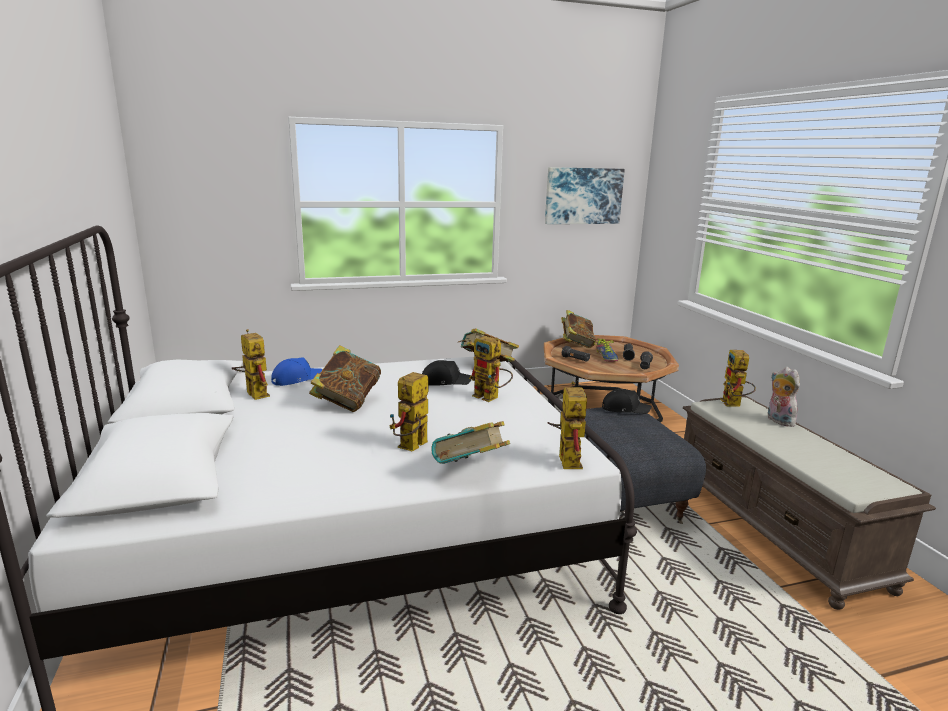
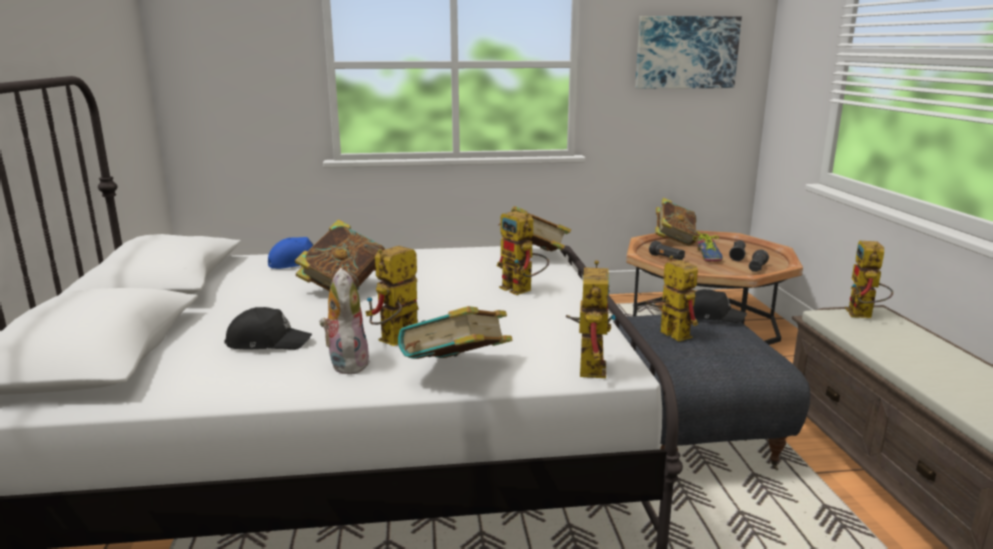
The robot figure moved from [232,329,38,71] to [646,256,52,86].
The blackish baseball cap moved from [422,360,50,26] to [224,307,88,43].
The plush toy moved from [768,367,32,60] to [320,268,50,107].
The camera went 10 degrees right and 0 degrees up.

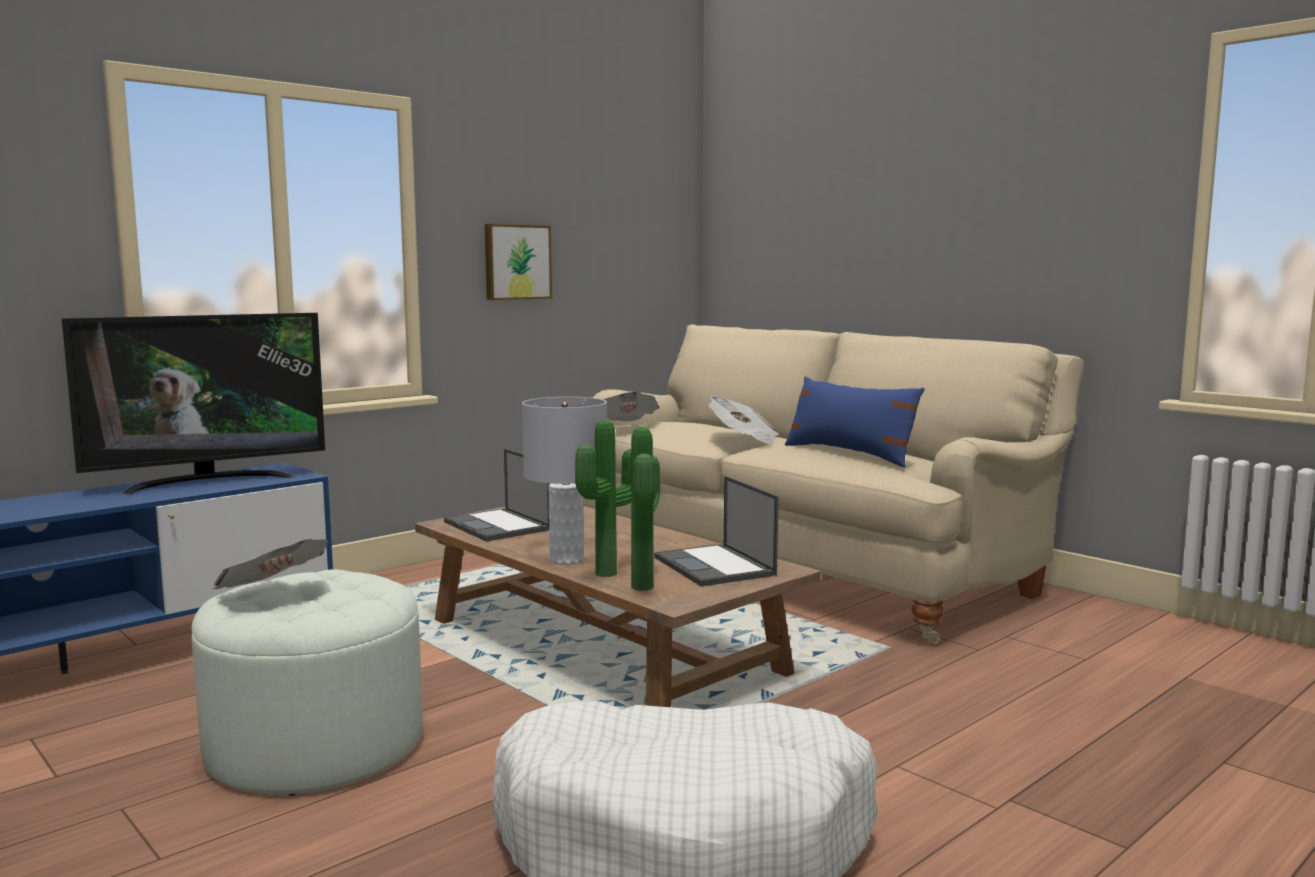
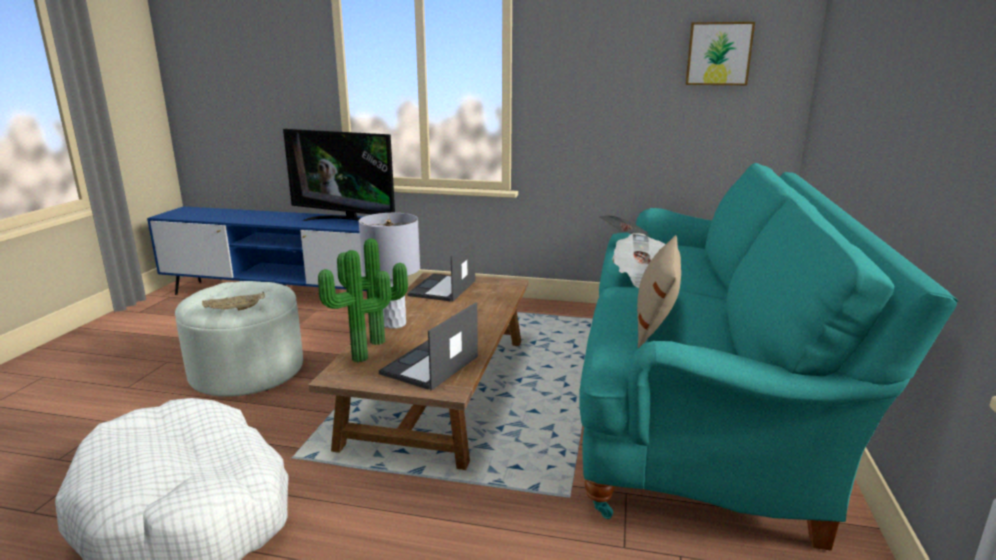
The printed paper at [213,539,115,50] disappeared.
The sand-coloured tray at [202,292,63,18] appeared.
The wall picture moved from [485,224,67,76] to [685,22,70,63].
The sand-coloured settee at [583,324,501,320] became the turquoise settee at [579,163,379,387].
The bluish pillow at [785,376,140,91] became the sand-coloured pillow at [637,235,44,113].
The camera went 55 degrees right and 10 degrees up.

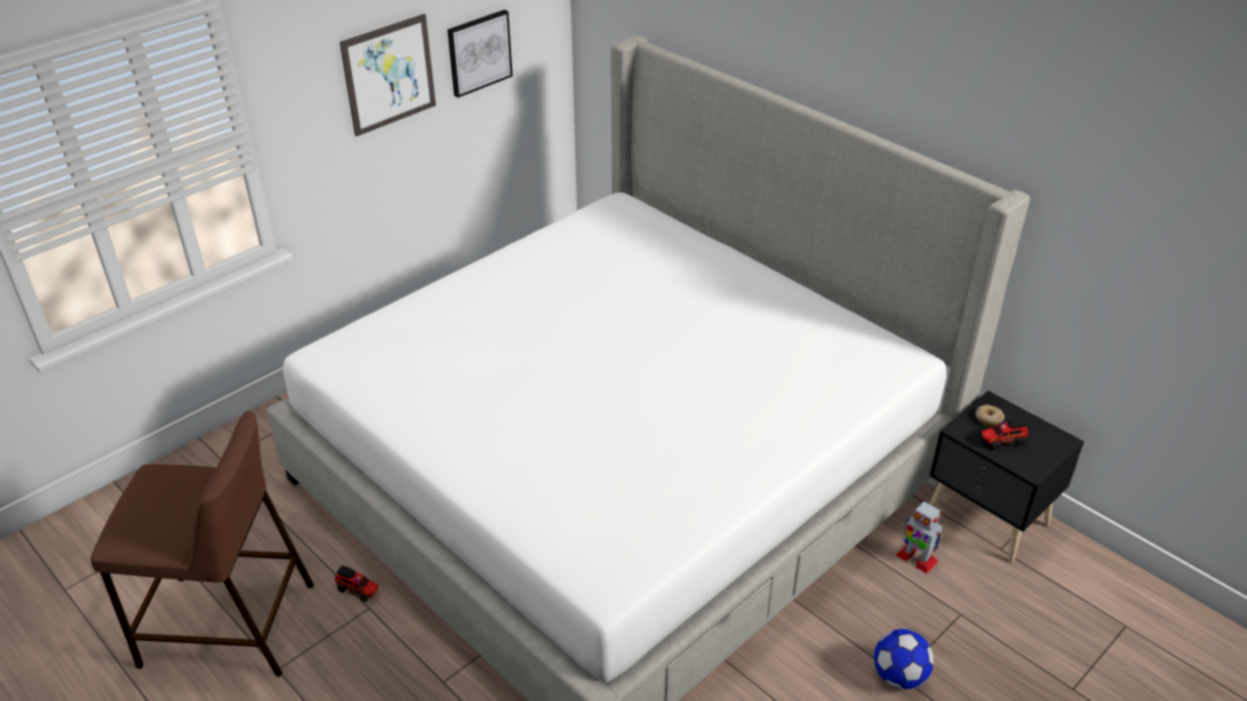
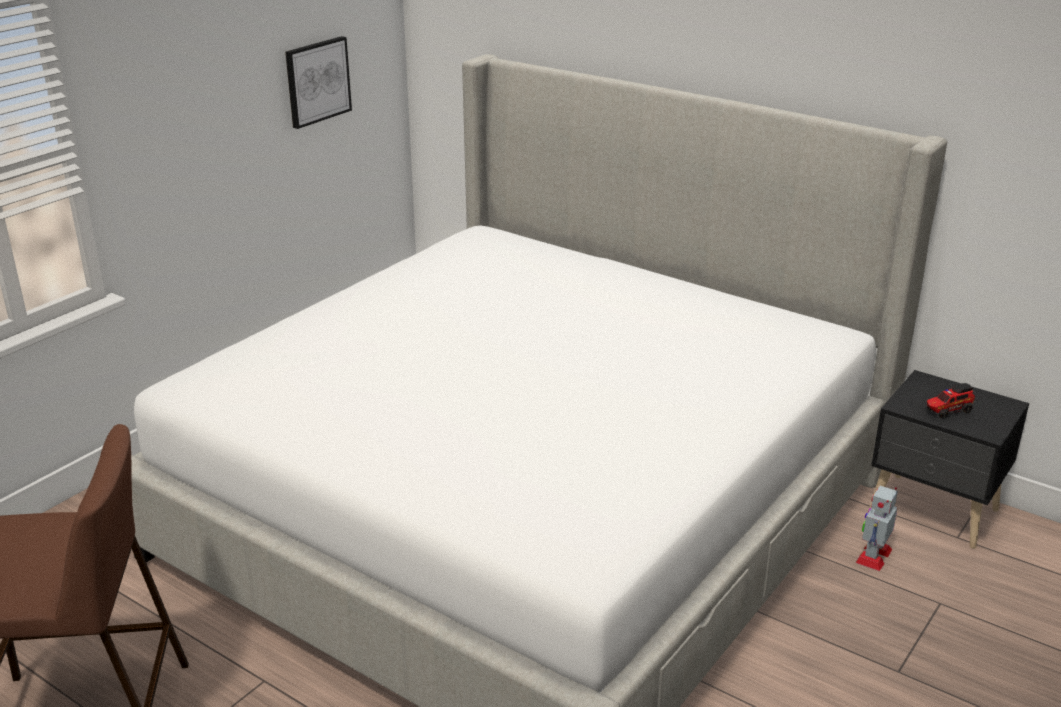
The toy lorry at [335,566,44,36] disappeared.
The wall picture at [340,14,96,123] disappeared.
The football at [874,629,60,60] disappeared.
The donut at [975,405,30,23] disappeared.
The robot figure at [896,500,47,74] turned 90 degrees clockwise.
The camera went 10 degrees left and 10 degrees down.

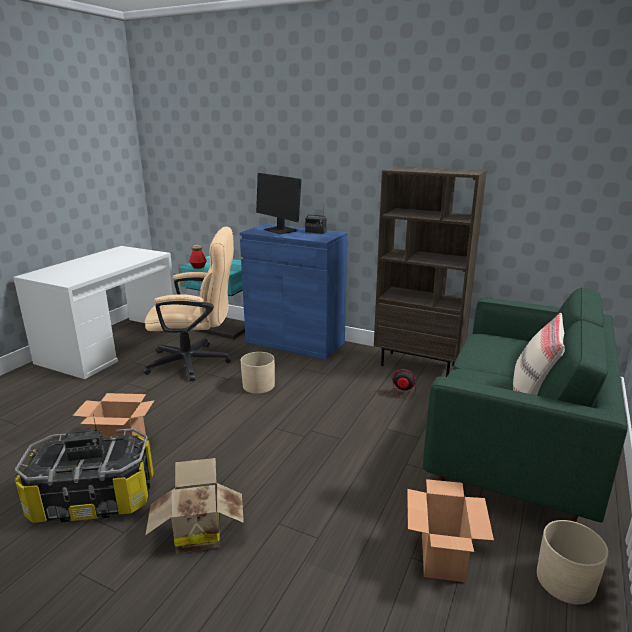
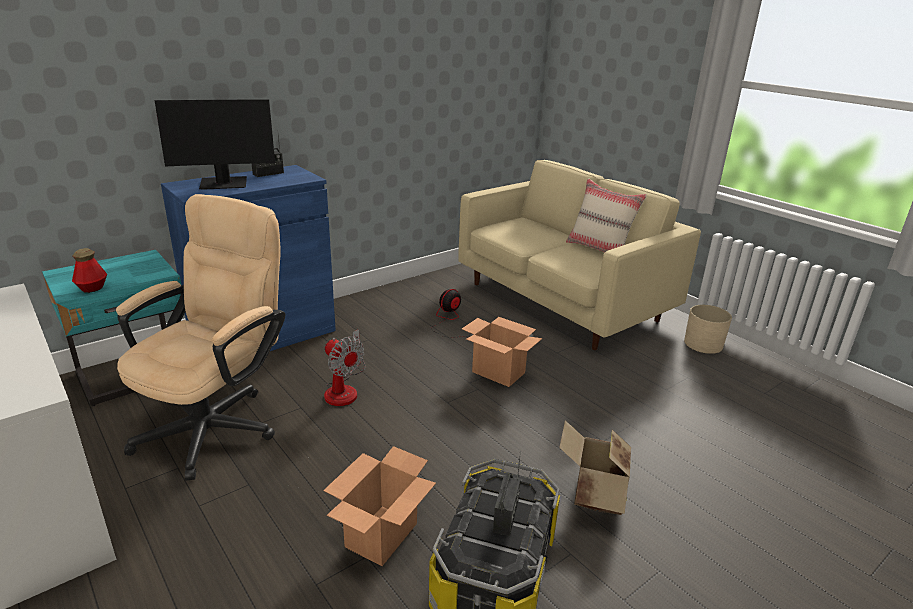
The brown-coloured bookcase at [374,166,113,211] disappeared.
The cardboard box moved from [407,479,87,103] to [462,317,80,70].
The sand-coloured flower pot at [241,352,34,42] was replaced by the cooling fan at [324,329,42,77].
The greenish settee at [423,287,205,236] became the sand-coloured settee at [458,160,243,190].
The camera went 65 degrees left and 5 degrees up.

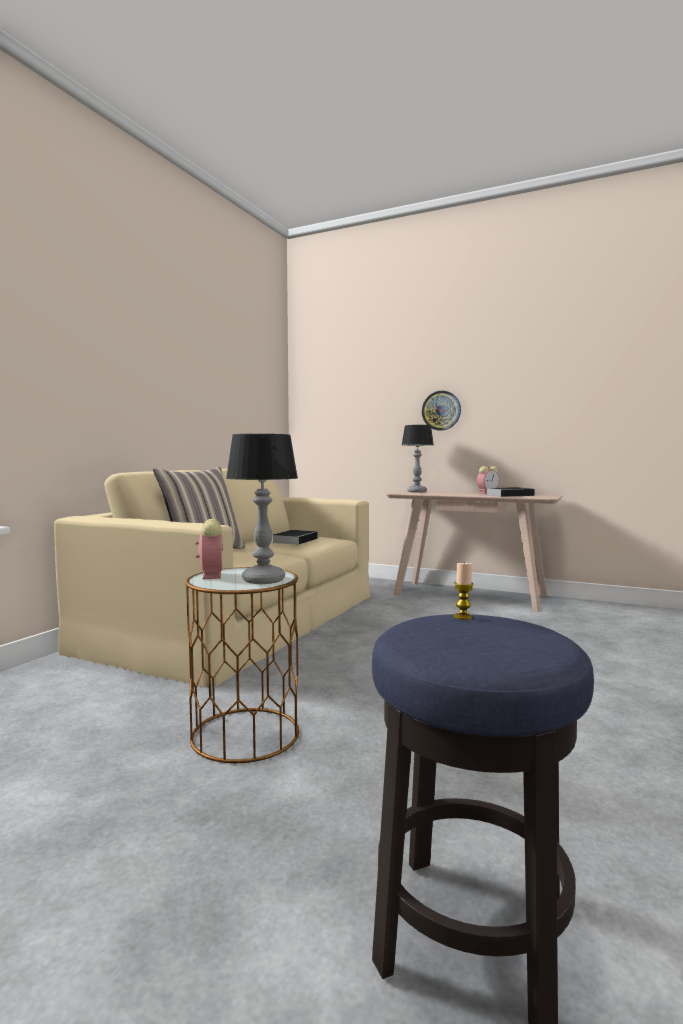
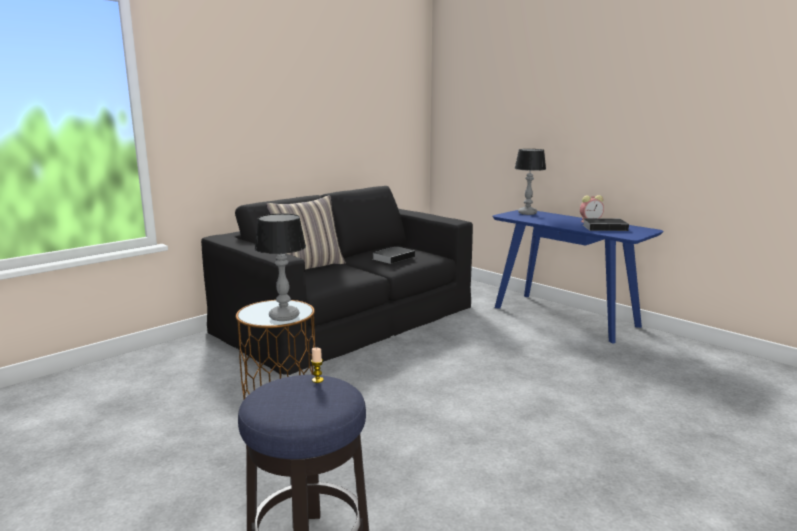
The bedside clock at [195,519,28,60] disappeared.
The clock on the wall at [422,391,39,40] disappeared.
The sand-coloured settee at [54,469,316,219] became the blackish settee at [201,186,272,189].
The sand-coloured hall table at [386,491,177,121] became the bluish hall table at [492,210,171,133].
The camera went 20 degrees right and 10 degrees up.

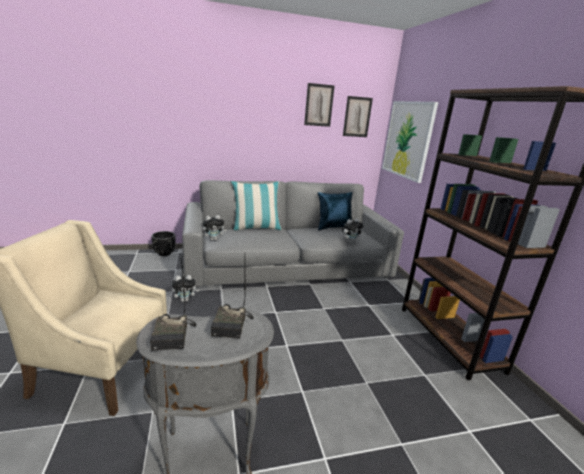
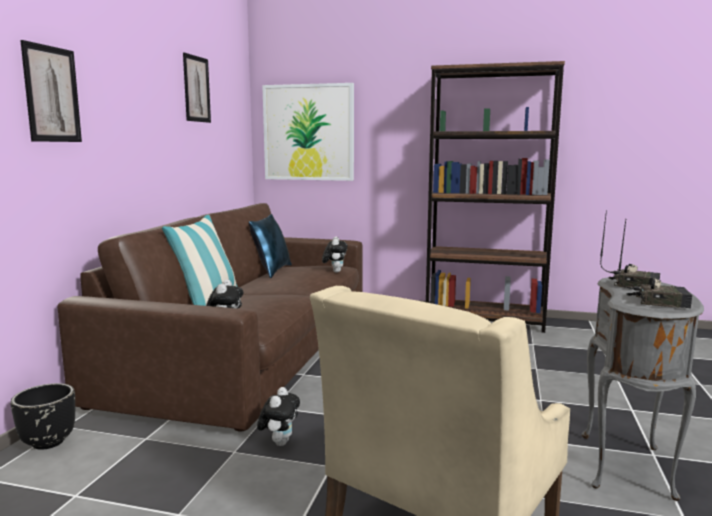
The wall picture moved from [343,96,30,41] to [20,40,62,102].
The greyish settee at [182,180,222,108] became the brown-coloured settee at [58,203,305,228].
The camera went 60 degrees left and 10 degrees down.

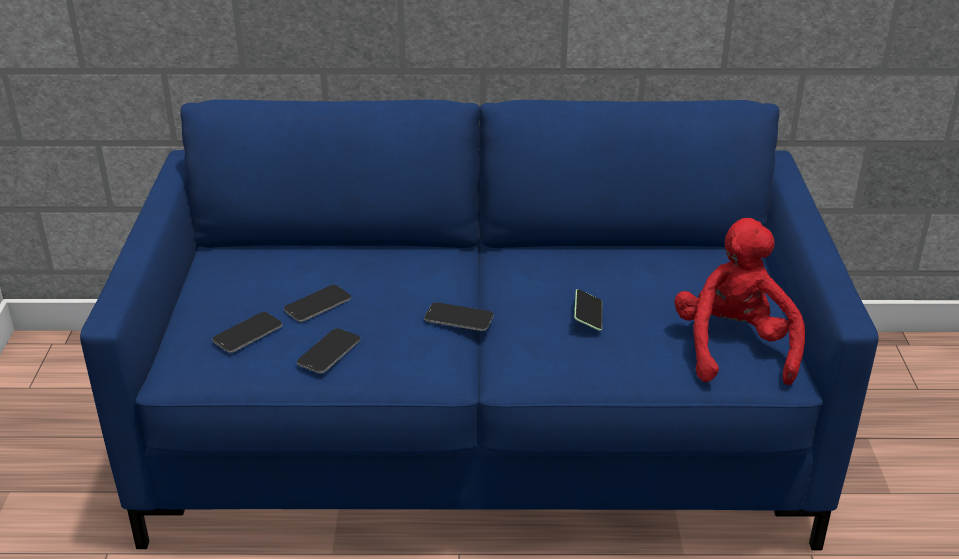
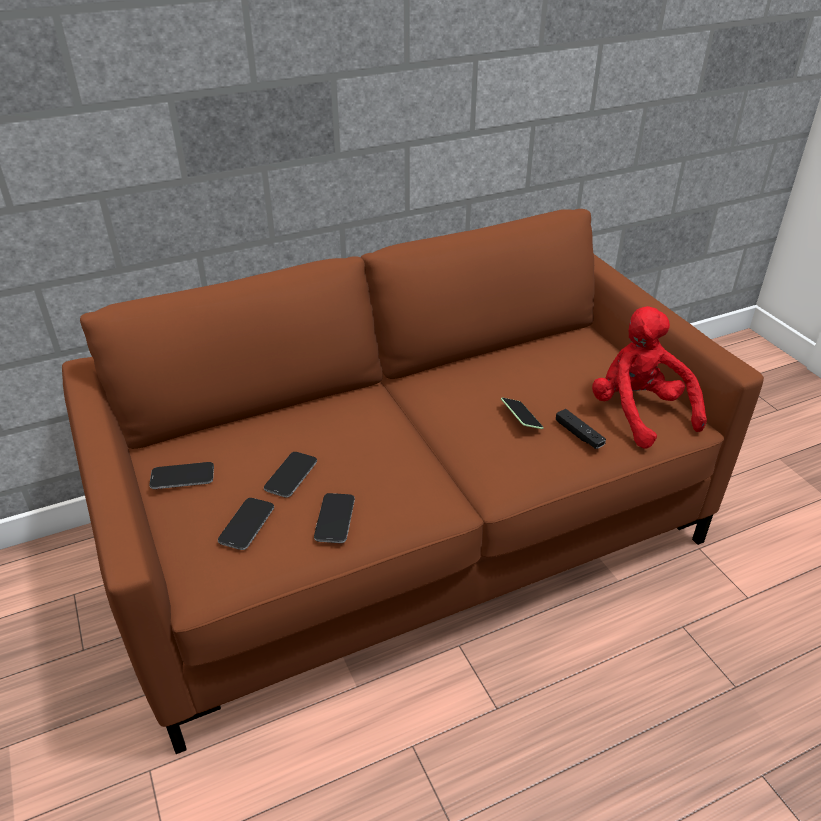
The blackish joypad at [556,409,50,40] appeared.
The handset moved from [424,302,70,29] to [149,462,65,27].
The bluish settee at [80,99,799,451] became the brown-coloured settee at [62,209,702,545].
The camera went 25 degrees left and 5 degrees up.

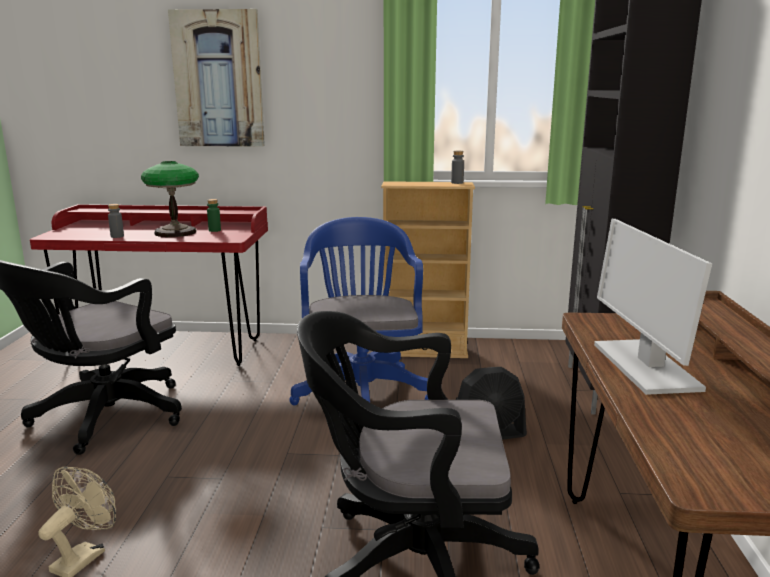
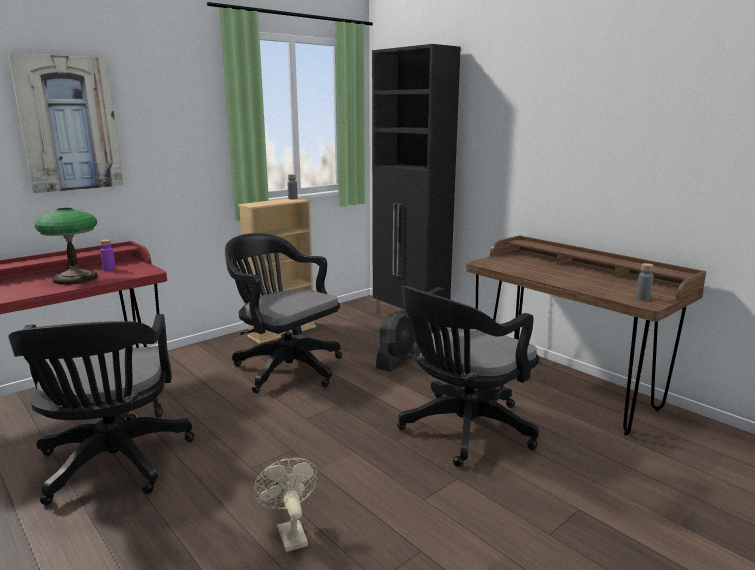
The computer display at [594,219,118,176] disappeared.
The greyish bottle moved from [108,204,16,34] to [635,263,19,38].
The greenish bottle at [207,199,14,33] became the purple bottle at [100,239,16,32].
The bluish desk chair at [289,217,140,188] became the blackish desk chair at [225,233,117,160].
The camera went 45 degrees left and 0 degrees up.

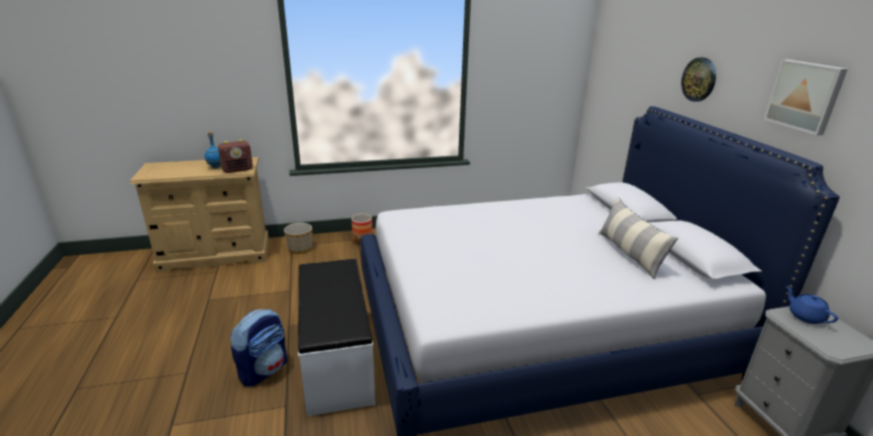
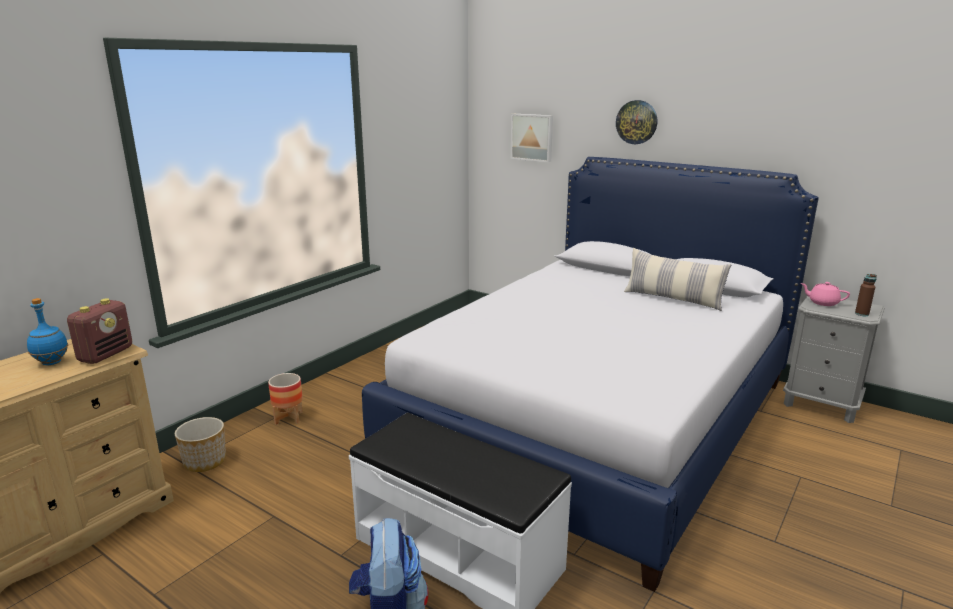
The brown-coloured bottle at [855,274,22,42] appeared.
The wall picture moved from [763,60,85,75] to [511,114,42,48].
The bluish tea pot at [786,286,52,38] became the pinkish tea pot at [801,282,49,24].
The camera went 40 degrees left and 5 degrees down.

